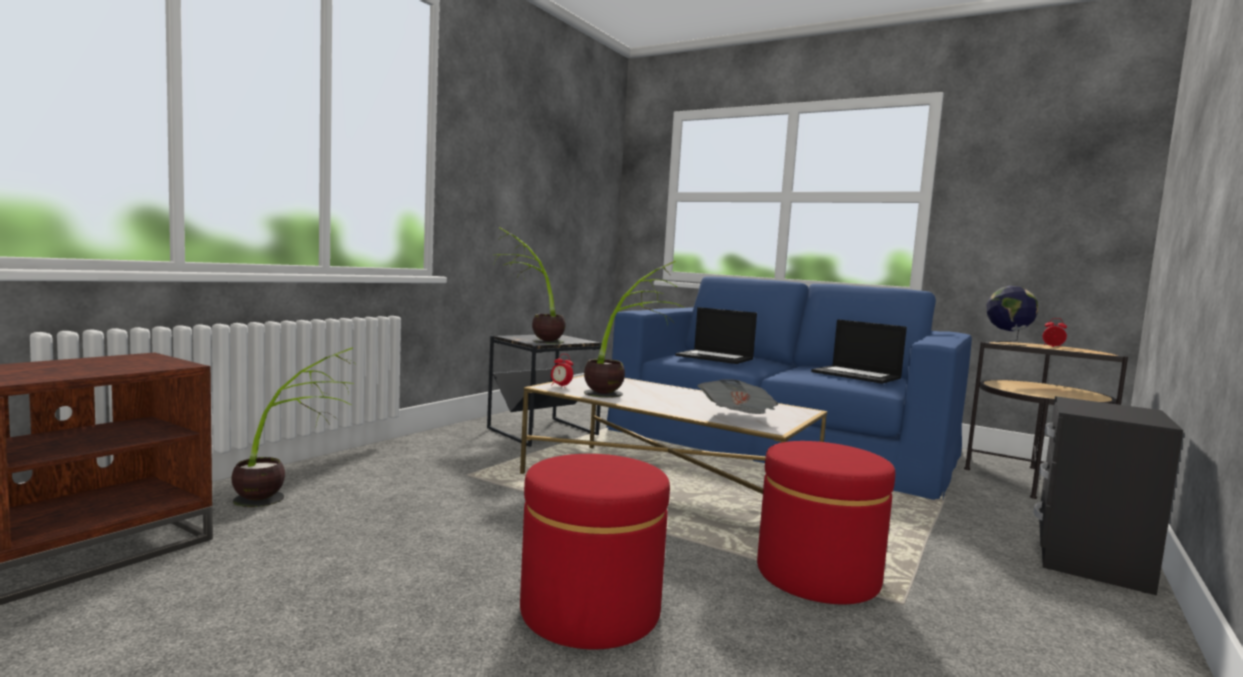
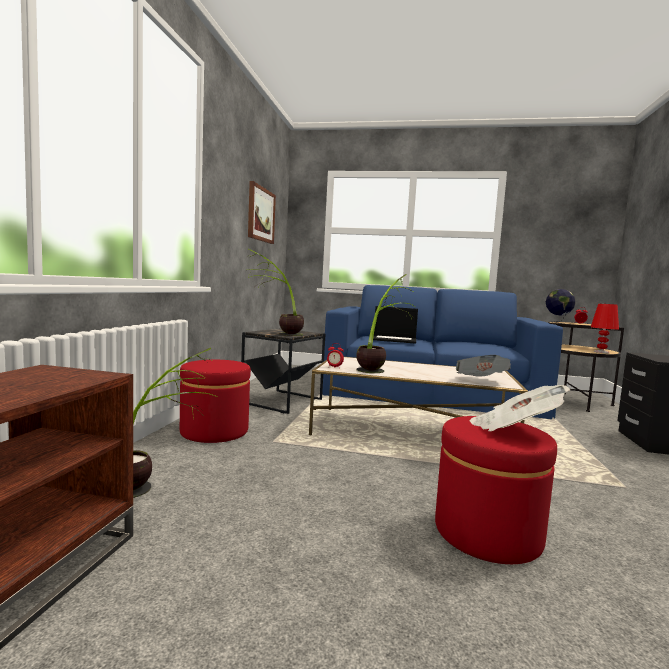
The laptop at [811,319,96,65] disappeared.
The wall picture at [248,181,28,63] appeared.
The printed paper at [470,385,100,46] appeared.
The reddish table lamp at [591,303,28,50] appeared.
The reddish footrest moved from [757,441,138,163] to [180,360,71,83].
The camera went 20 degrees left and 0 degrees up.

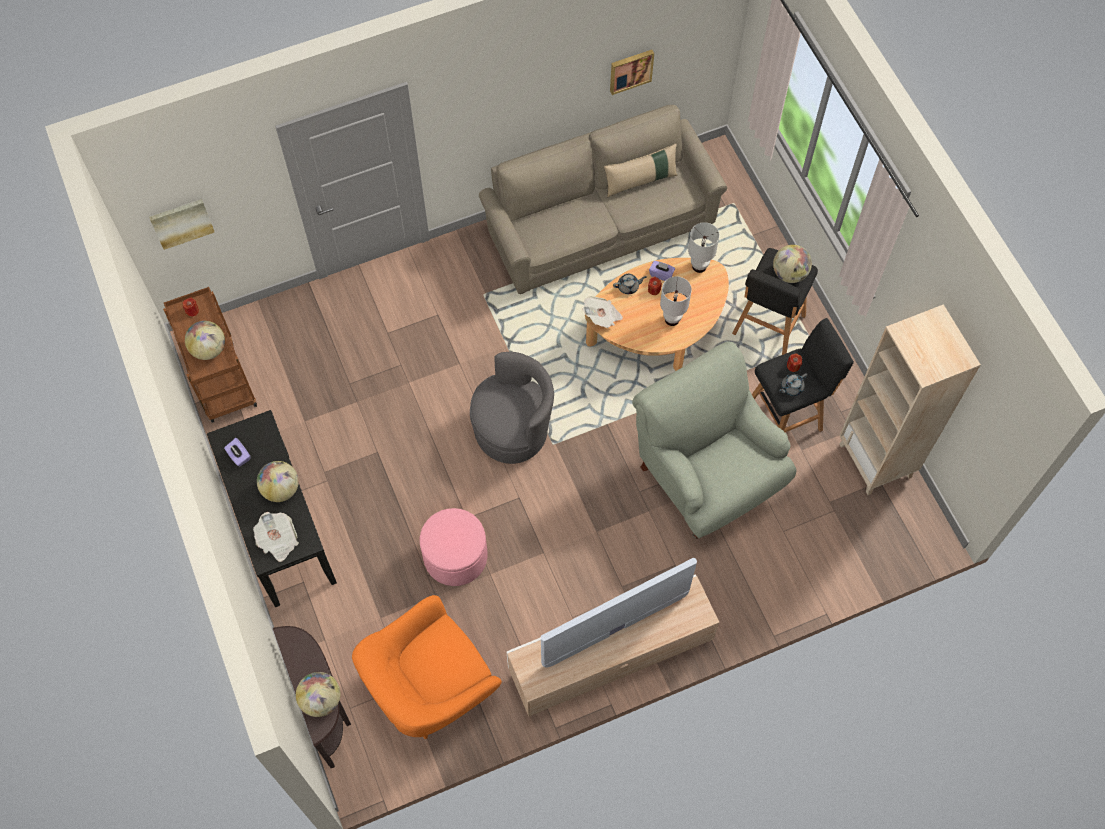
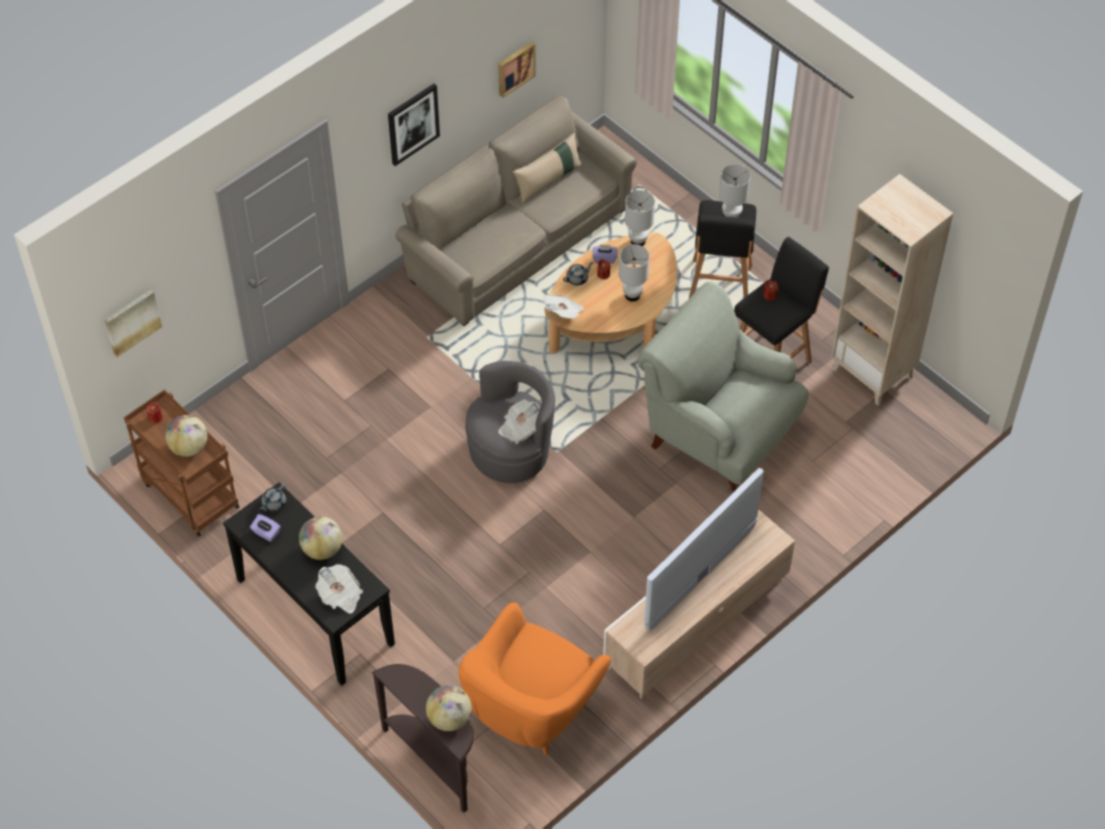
The pinkish footrest at [420,508,68,78] disappeared.
The wall picture at [388,84,52,82] appeared.
The printed paper at [498,399,43,45] appeared.
The greyish tea pot moved from [779,373,28,23] to [259,484,27,27].
The desk globe at [773,245,39,38] was replaced by the white table lamp at [719,164,32,54].
The camera went 20 degrees left and 10 degrees down.

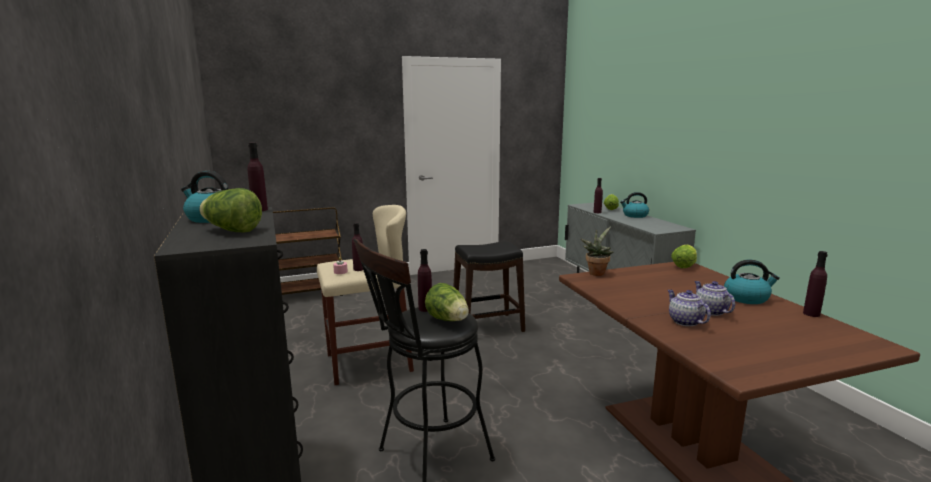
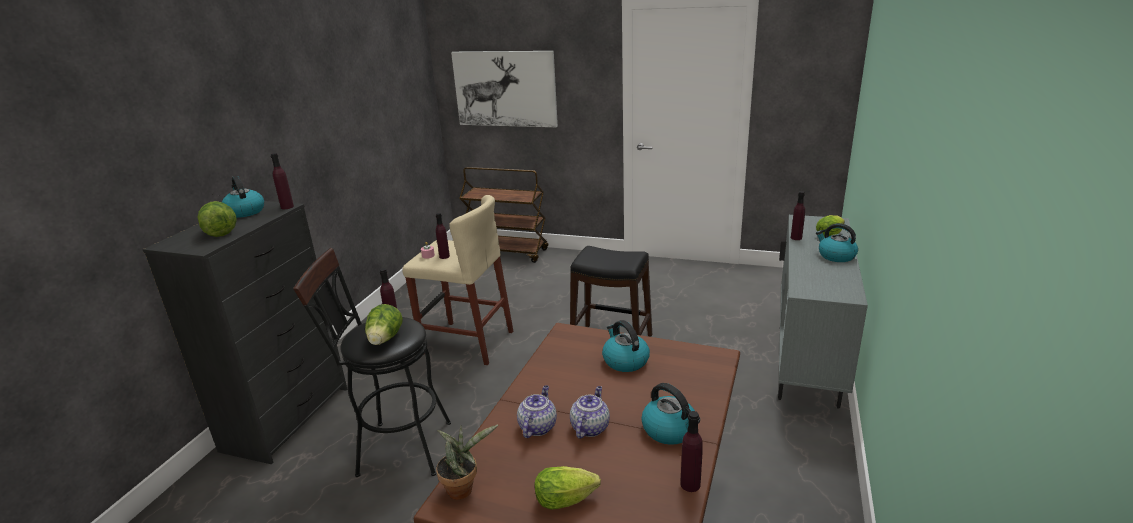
The wall picture at [451,51,107,76] appeared.
The tea kettle at [602,320,48,52] appeared.
The houseplant moved from [581,226,32,50] to [436,424,62,76].
The lettuce head moved from [671,245,26,23] to [534,466,67,44].
The camera went 40 degrees right and 10 degrees up.

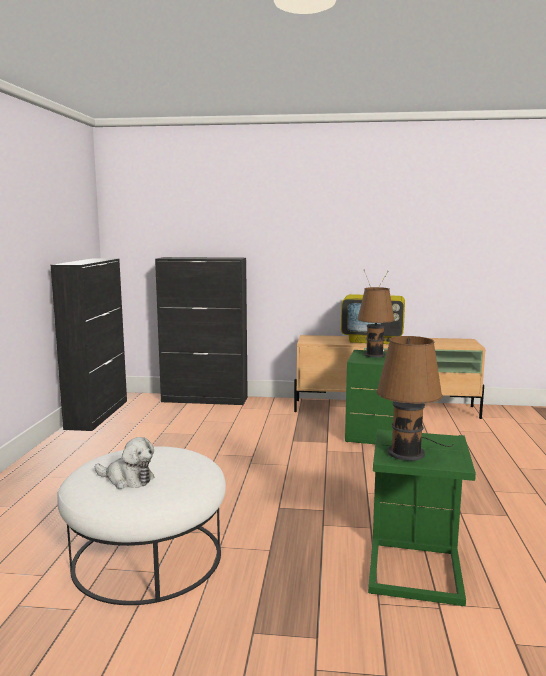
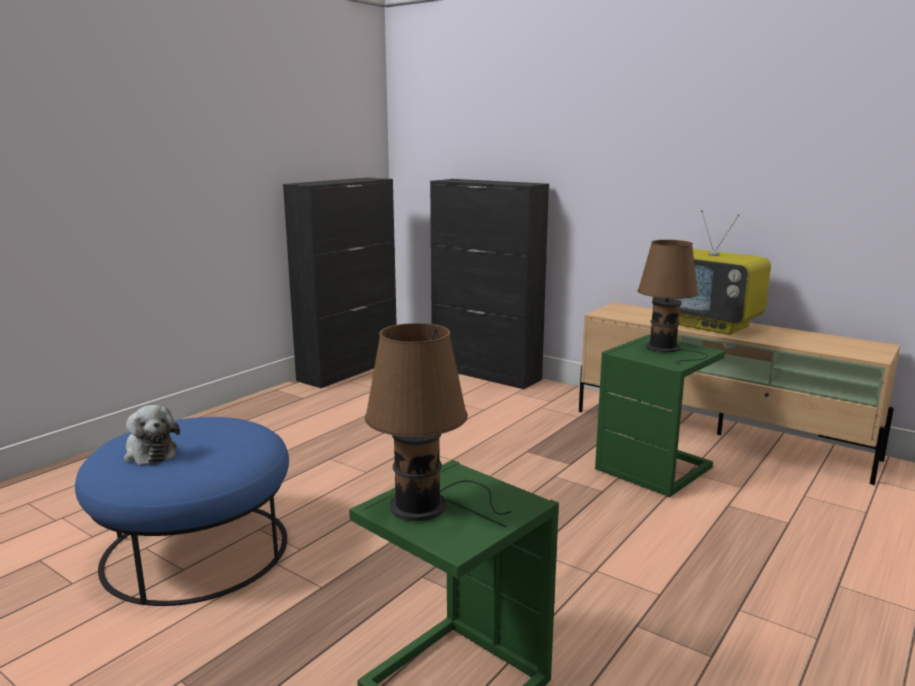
The white footrest at [57,446,169,159] became the bluish footrest at [75,417,214,189].
The camera went 30 degrees right and 5 degrees up.

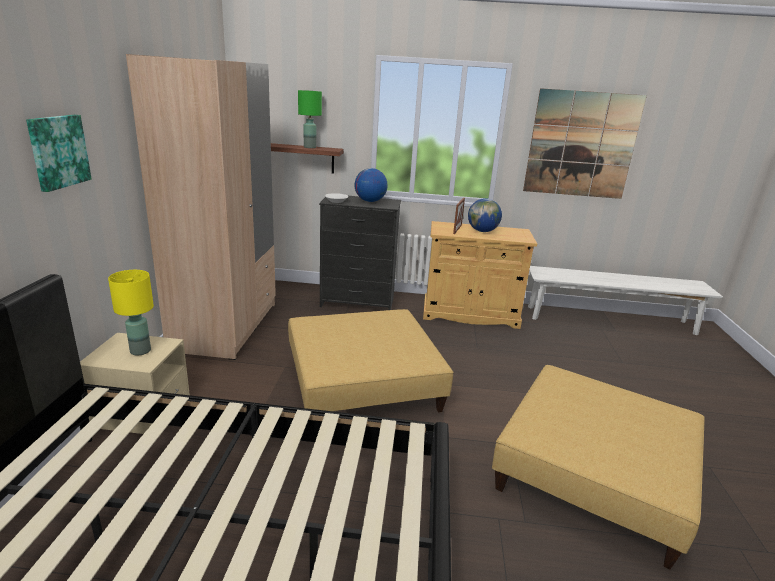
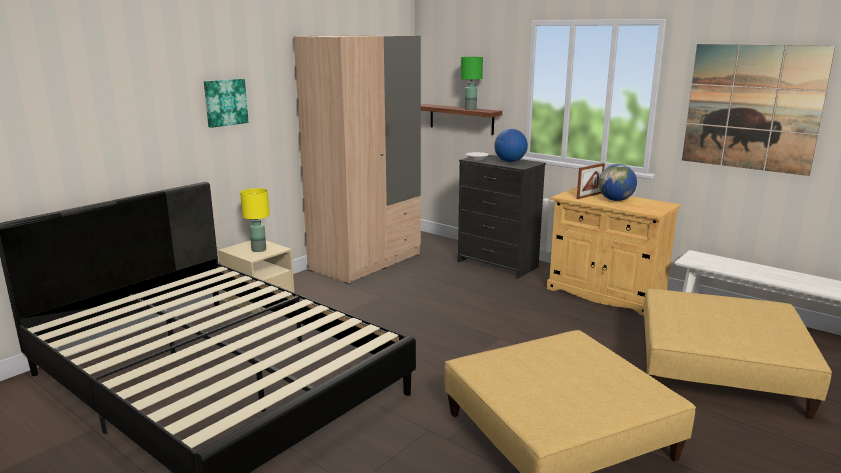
The sand-coloured footrest moved from [288,309,166,103] to [643,289,189,130].
The camera went 35 degrees right and 5 degrees down.

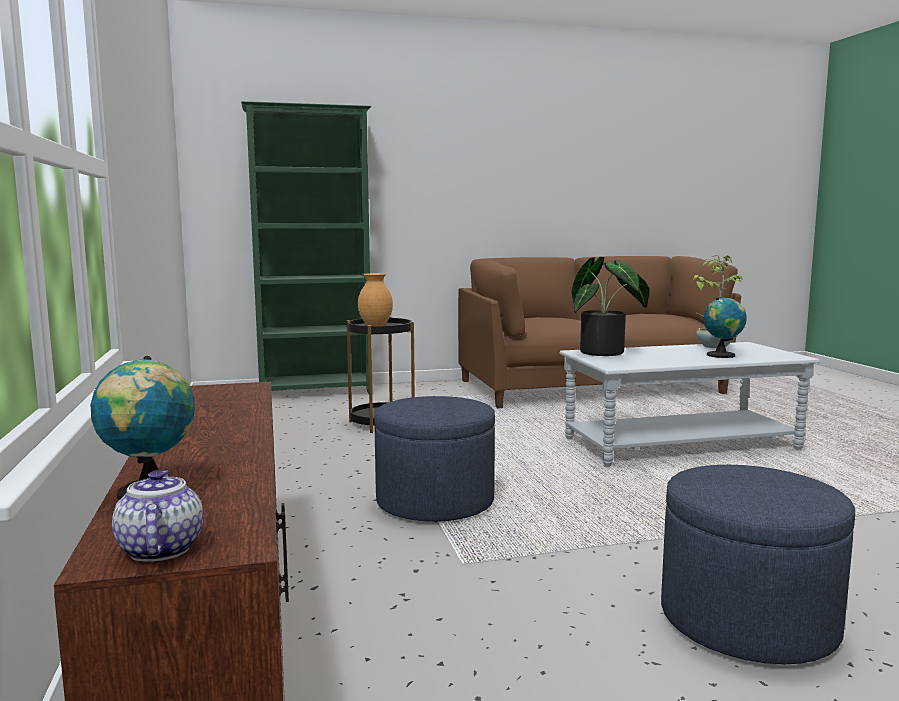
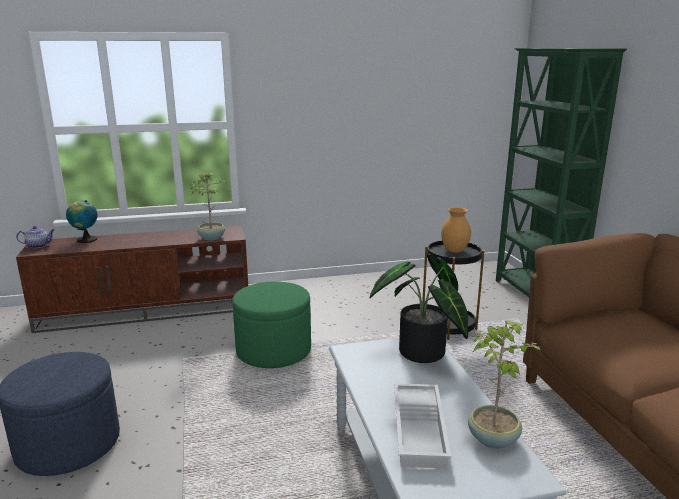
The houseplant at [191,171,35,70] appeared.
The desk globe at [703,297,44,61] was replaced by the white tray at [394,383,57,85].
The bluish footrest at [374,396,121,126] became the greenish footrest at [232,281,79,87].
The camera went 90 degrees right and 10 degrees up.

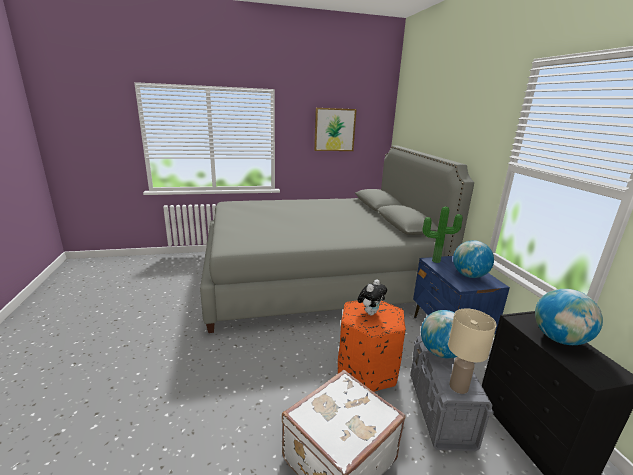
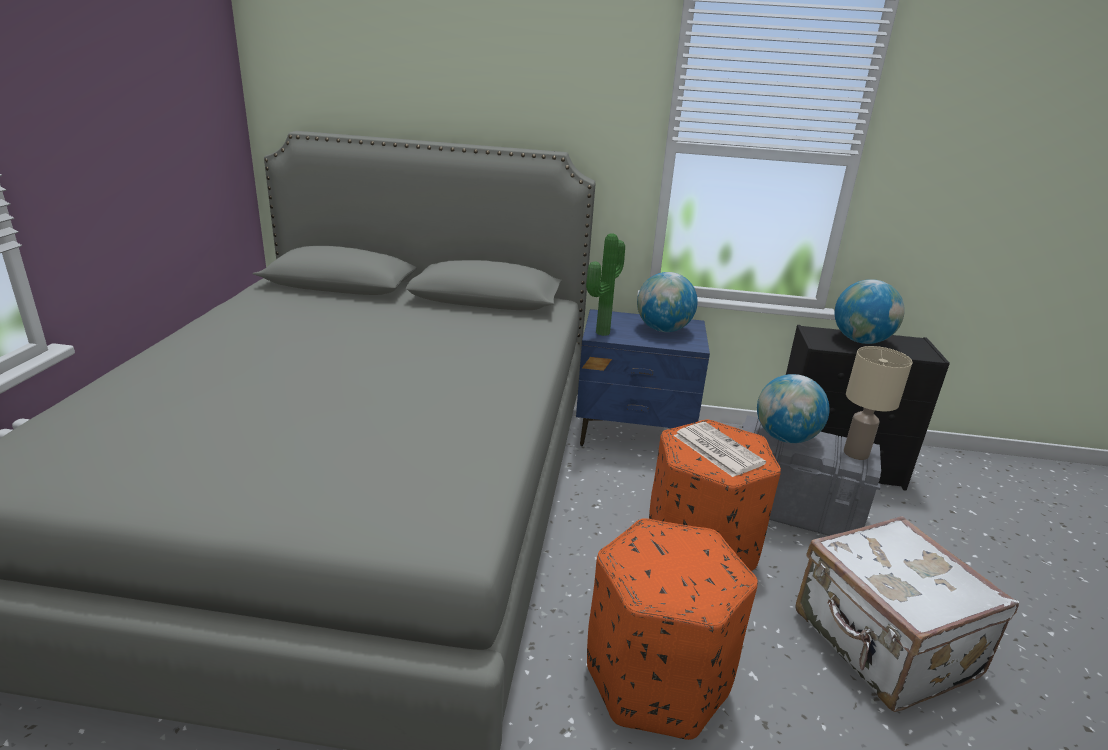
The wall picture at [314,108,43,43] disappeared.
The orangey footrest at [587,518,171,222] appeared.
The plush toy at [357,279,30,37] was replaced by the printed paper at [674,422,92,55].
The camera went 70 degrees left and 5 degrees up.

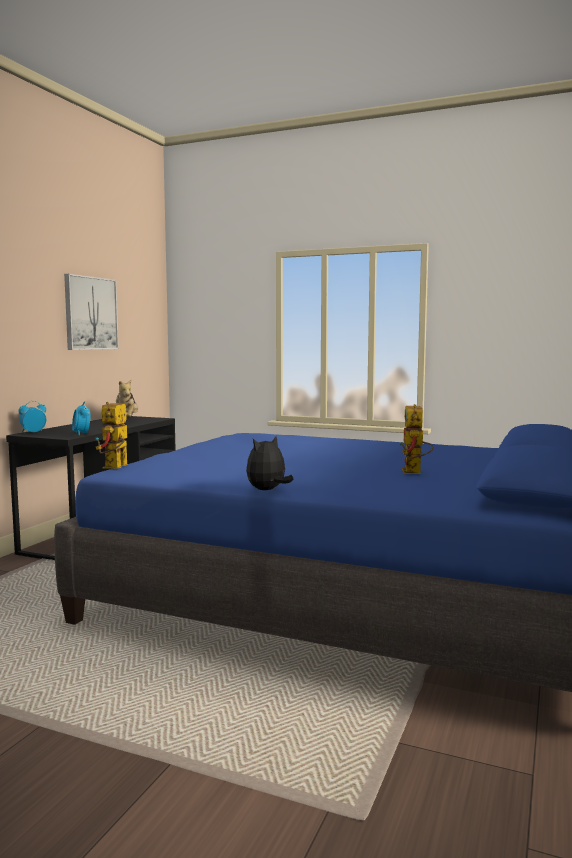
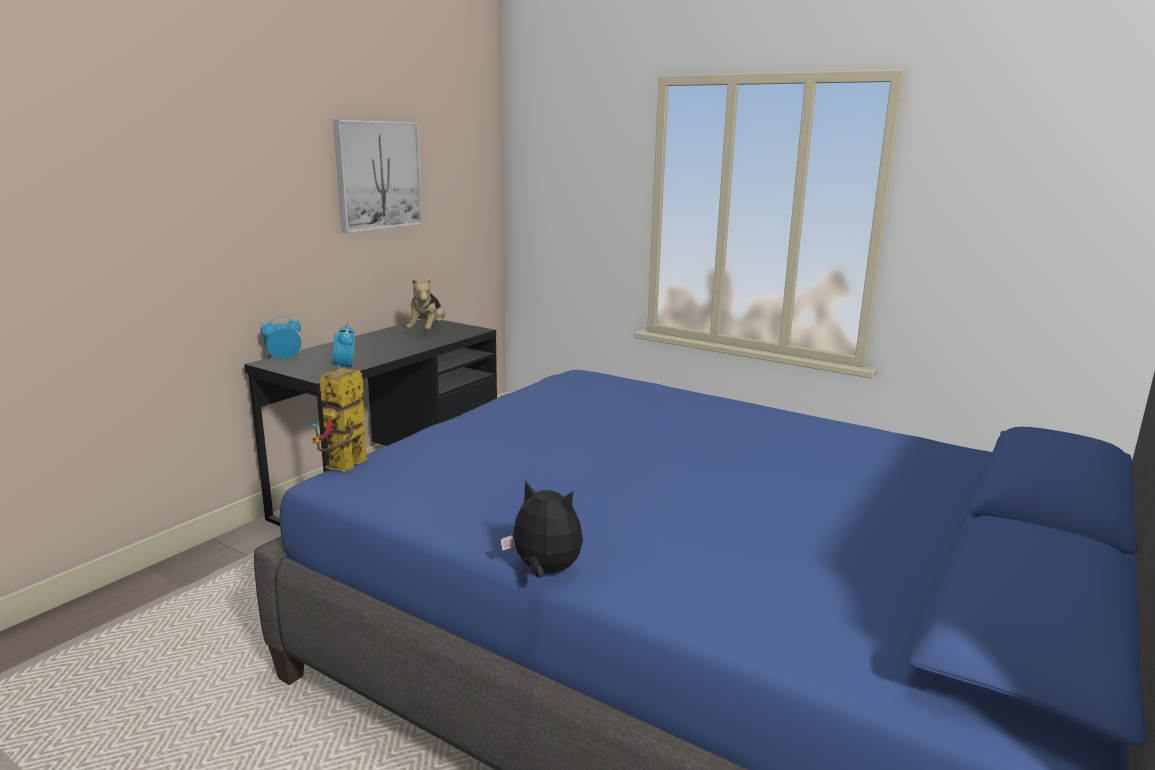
The robot figure at [400,404,34,70] disappeared.
The plush toy at [246,436,48,54] turned 60 degrees clockwise.
The camera went 10 degrees right and 10 degrees up.

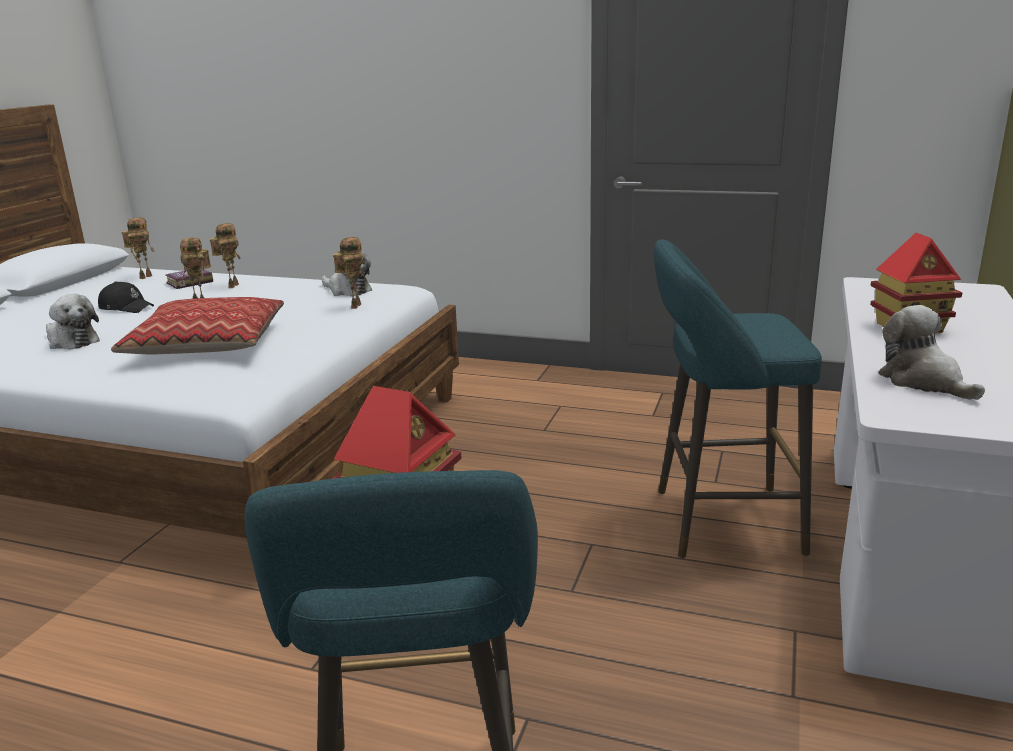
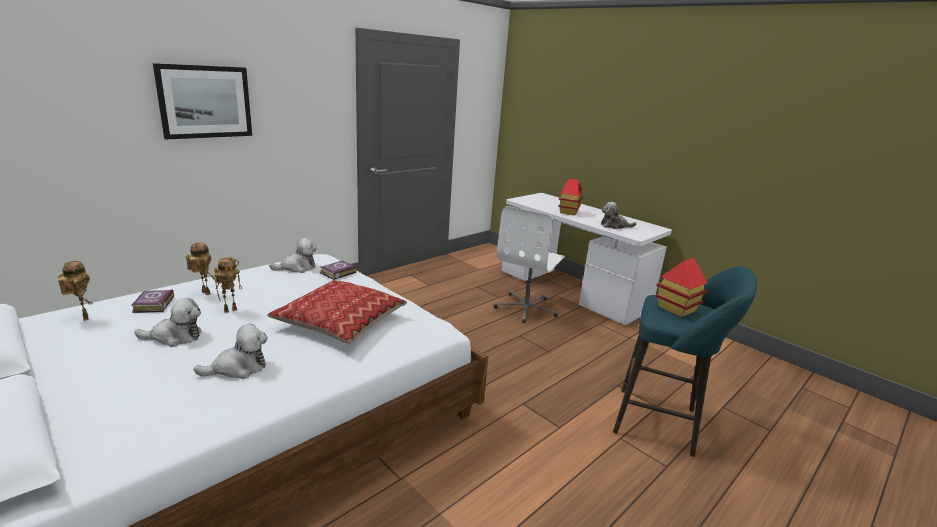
The wall picture at [153,63,99,76] appeared.
The blackish baseball cap at [98,281,56,32] was replaced by the plush toy at [134,298,68,49].
The robot figure at [333,237,31,72] was replaced by the bound book at [320,260,37,20].
The turquoise stool at [654,239,168,319] was replaced by the white desk chair at [494,206,71,117].
The camera went 65 degrees left and 0 degrees up.

